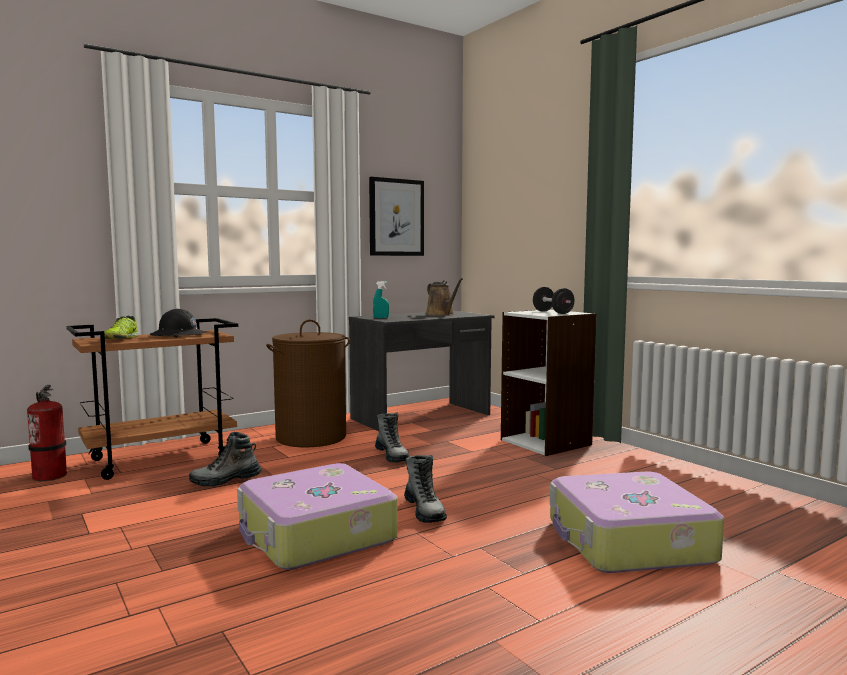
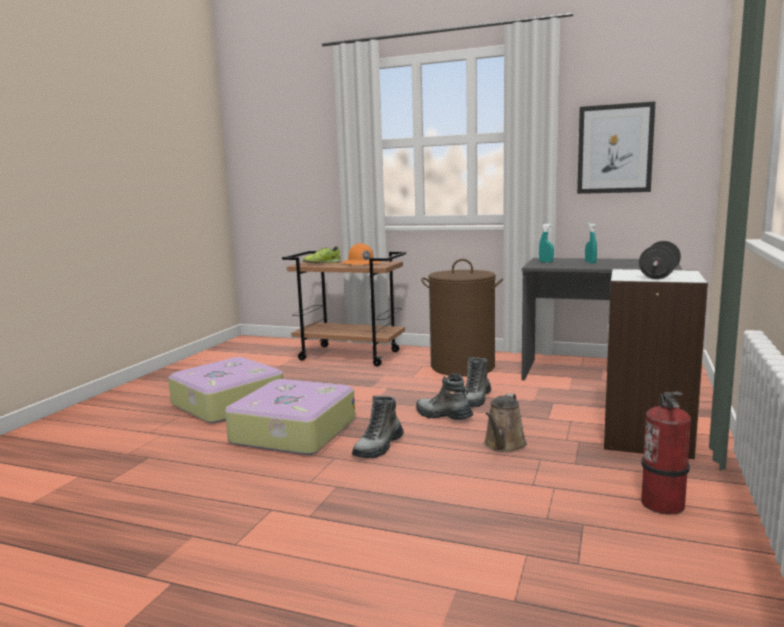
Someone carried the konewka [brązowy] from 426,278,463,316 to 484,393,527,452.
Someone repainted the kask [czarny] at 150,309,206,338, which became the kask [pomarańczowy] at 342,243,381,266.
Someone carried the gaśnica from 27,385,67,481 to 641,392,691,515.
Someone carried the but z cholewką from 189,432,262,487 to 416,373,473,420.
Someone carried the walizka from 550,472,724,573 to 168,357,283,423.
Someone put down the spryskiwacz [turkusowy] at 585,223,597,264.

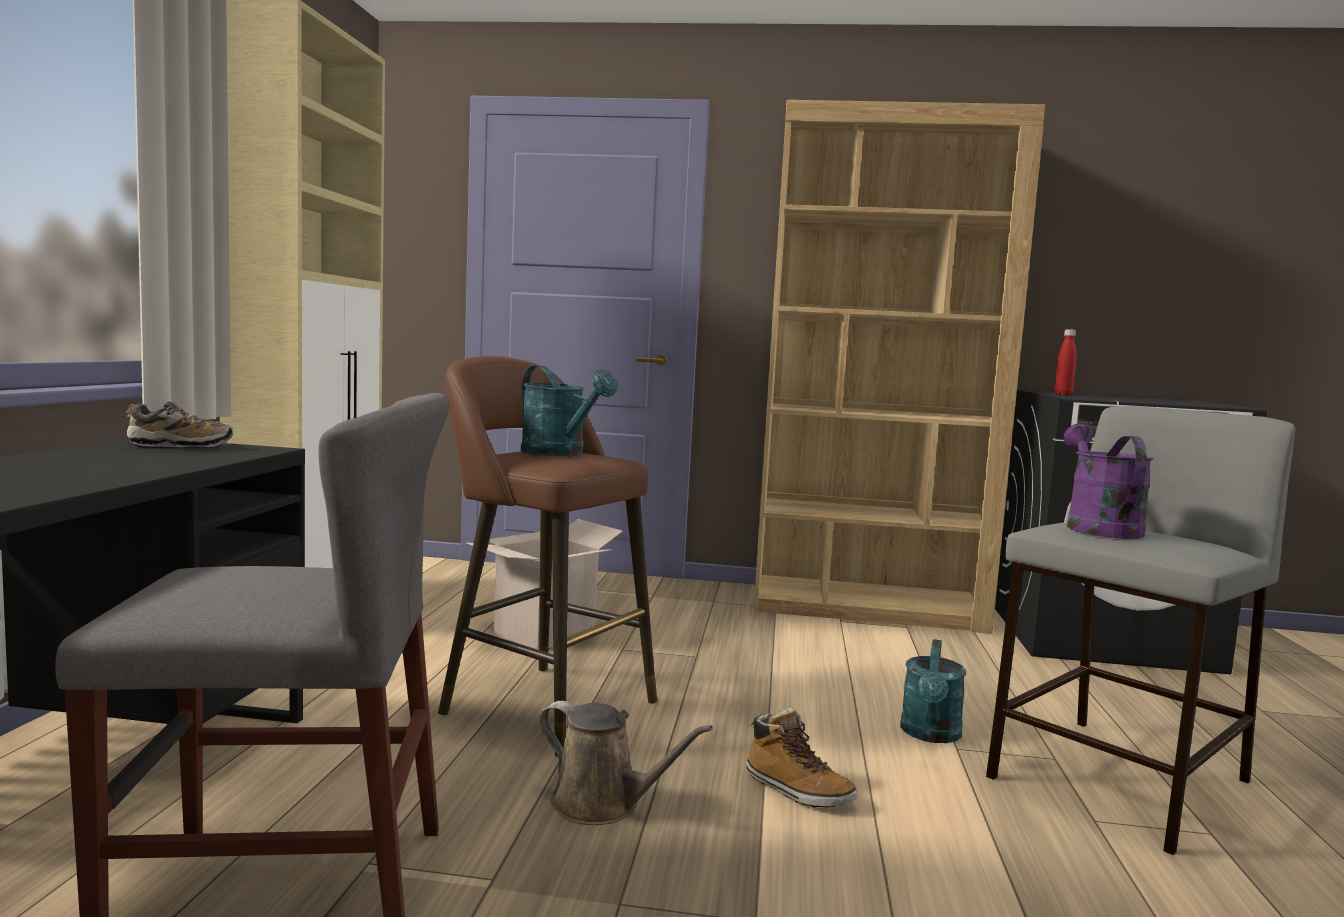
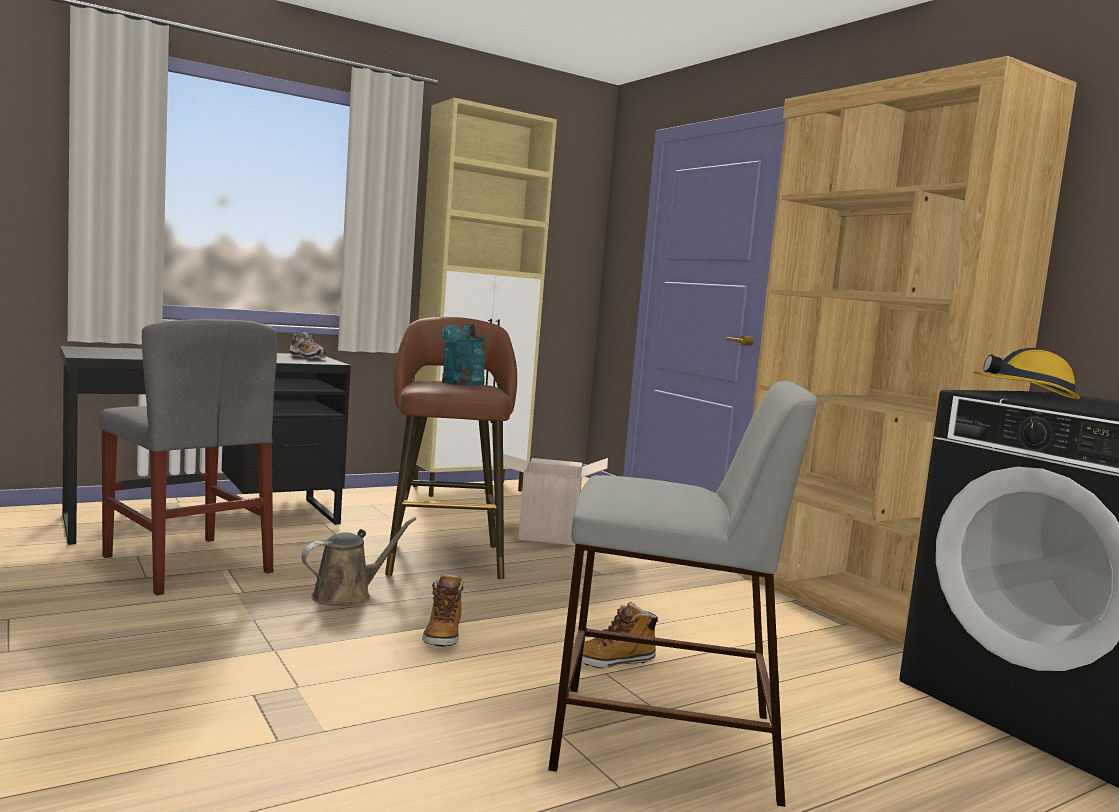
Someone swapped the butelka [czerwony] at 1055,329,1076,395 for the kask at 974,348,1080,399.
Someone took away the konewka [fioletowy] at 1064,423,1153,539.
Someone swapped the konewka [turkusowy] at 900,639,966,743 for the but z cholewką at 582,601,659,668.
Someone rotated the konewka [brązowy] at 539,701,713,825 by 120 degrees counterclockwise.

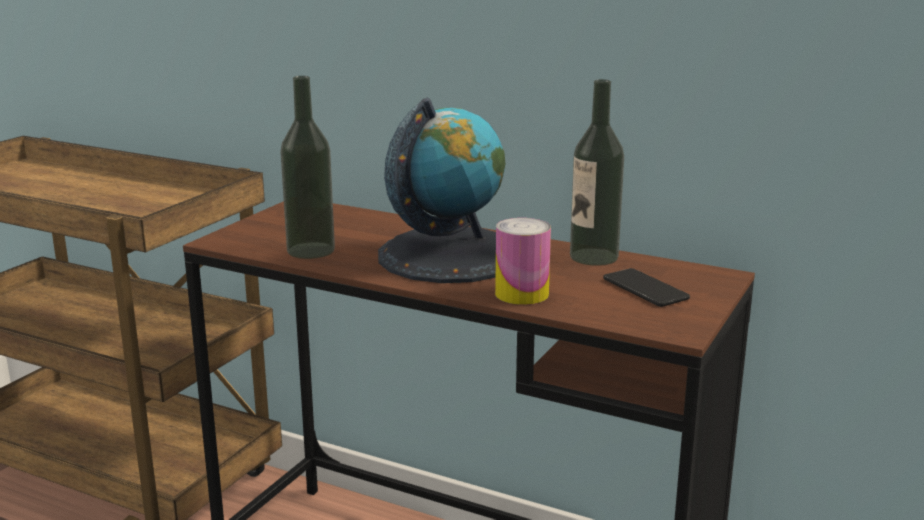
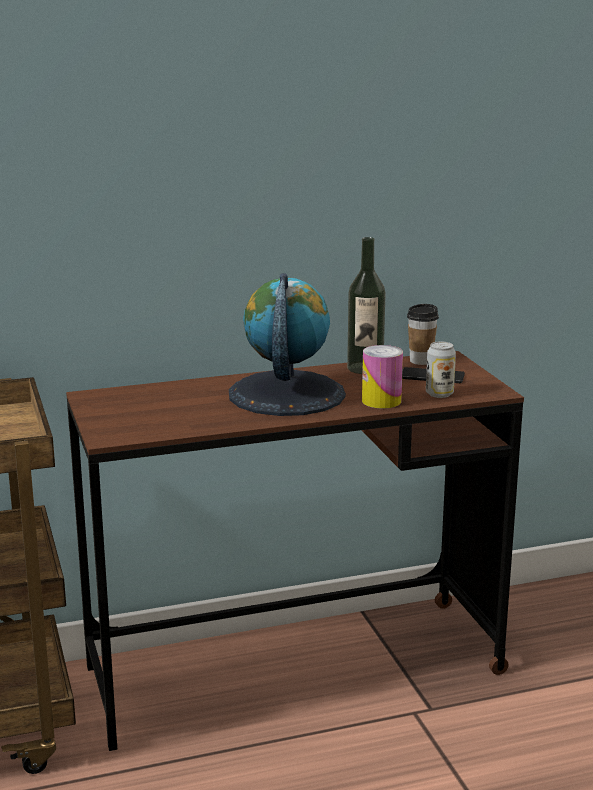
Someone took away the butelka at 280,76,335,259.
Someone put down the filiżanka at 407,304,439,365.
Someone put down the puszka at 426,341,456,398.

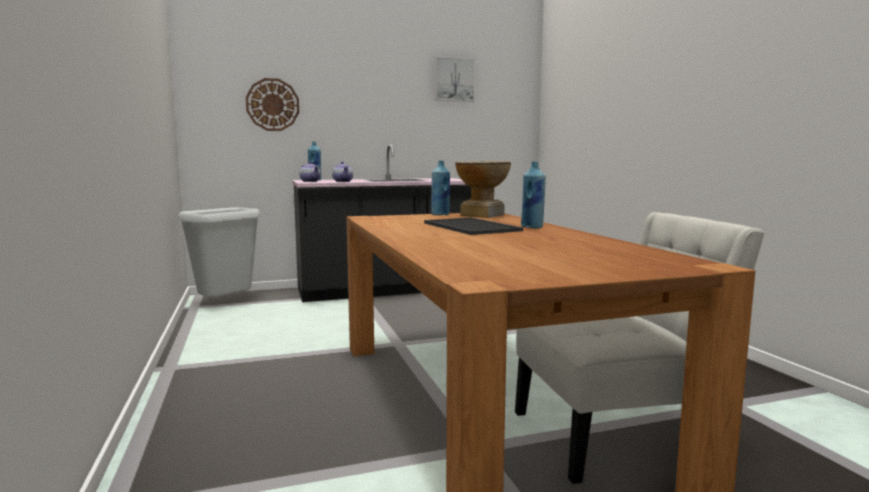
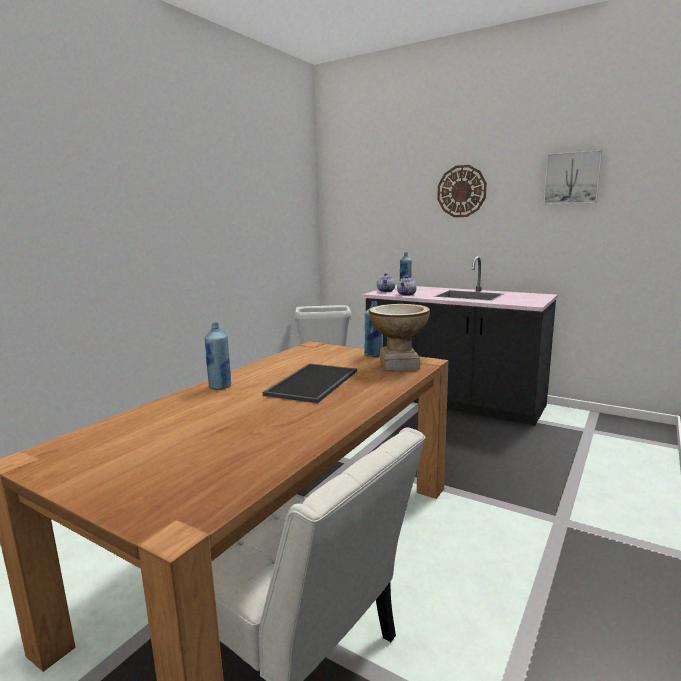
Someone carried the zegar ścienny from 246,78,299,131 to 437,165,487,217.
Someone carried the butelka [niebieski] from 521,162,546,228 to 205,322,231,390.

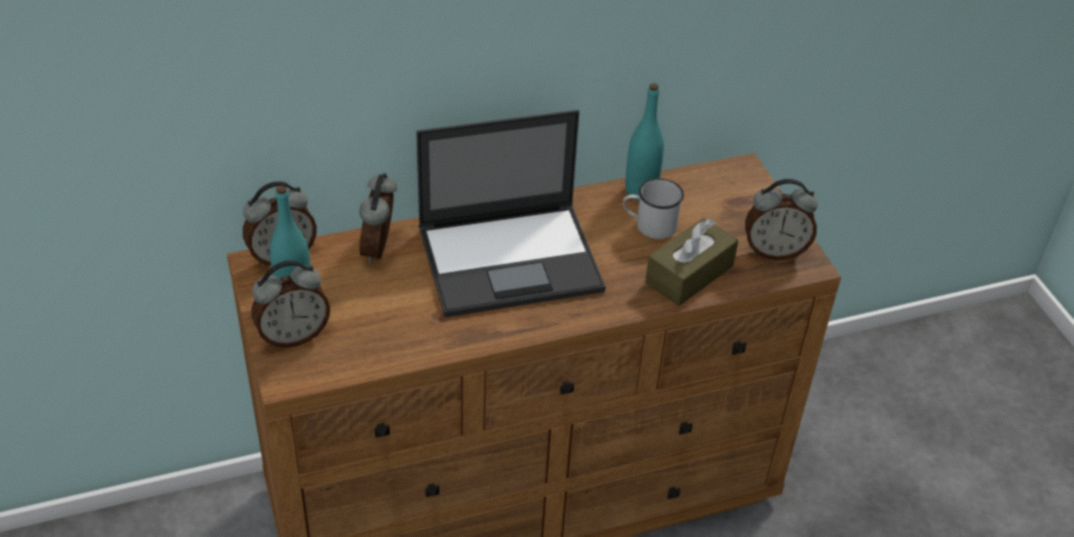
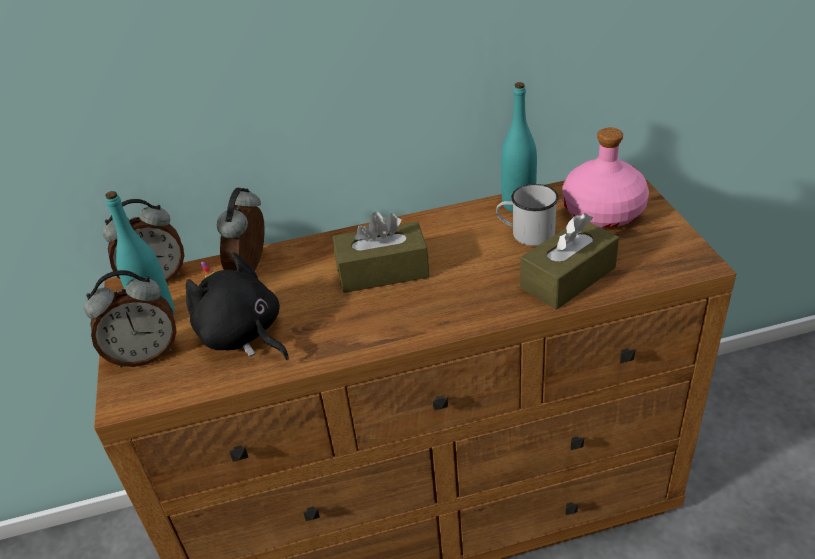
Someone swapped the laptop at 416,110,606,317 for the pudełko chusteczek [brązowy] at 333,212,430,293.
Someone took away the budzik at 745,179,818,260.
Someone put down the butelka [różowy] at 562,127,649,227.
Someone put down the pluszak [czarny] at 186,252,289,360.

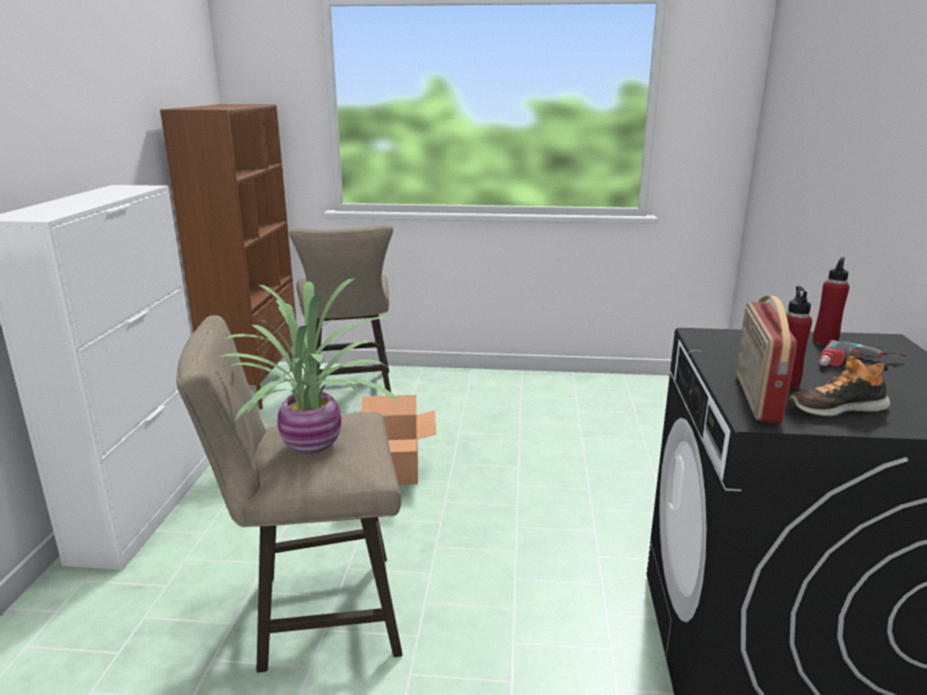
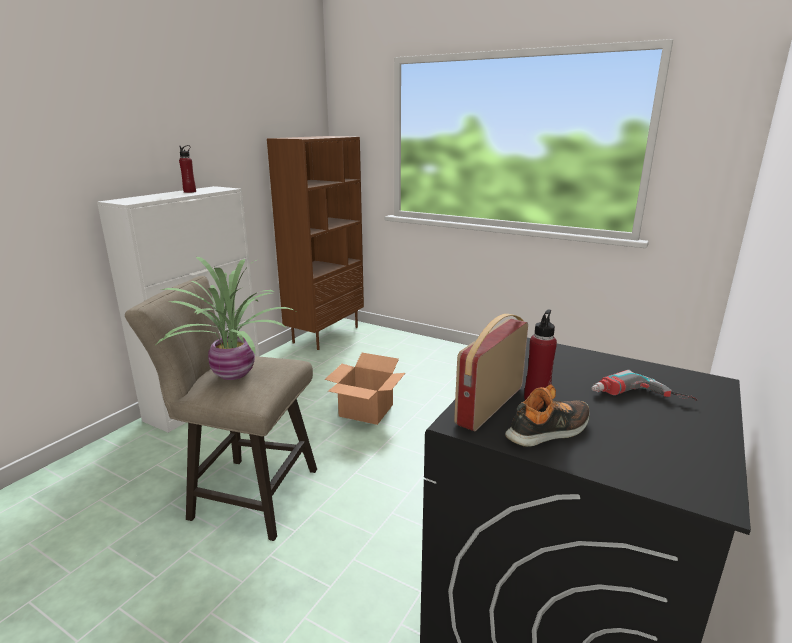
Someone took away the stołek [beżowy] at 289,224,393,396.
Someone carried the butelka [czerwony] from 813,257,849,346 to 179,145,196,193.
Someone rotated the but at 789,356,891,417 by 135 degrees clockwise.

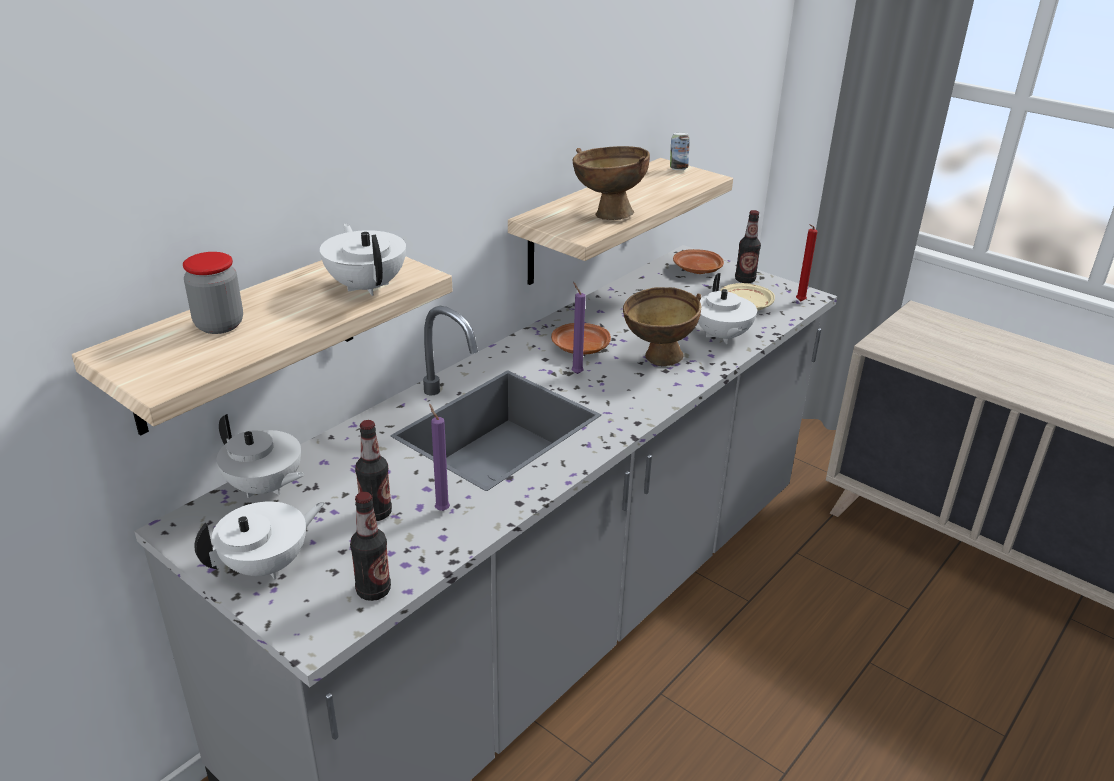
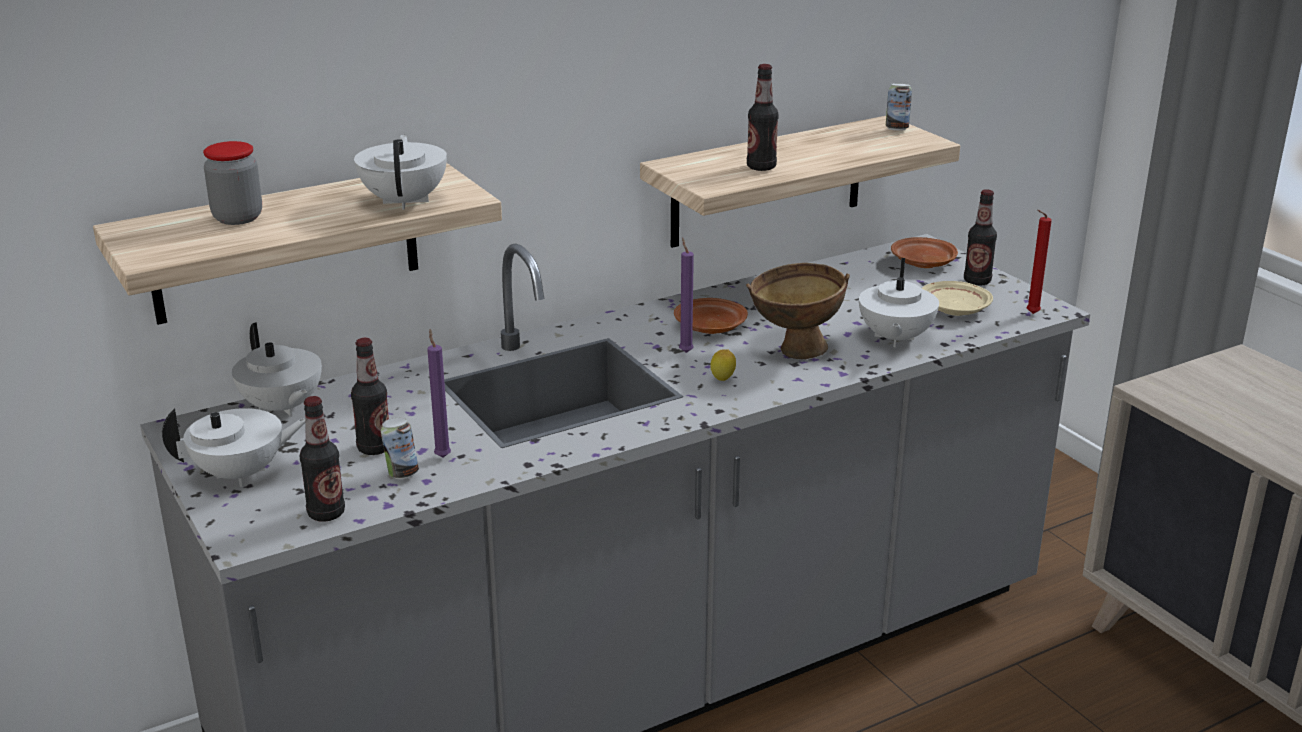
Someone swapped the miska [brązowy] at 573,146,650,220 for the butelka at 747,64,779,171.
Someone put down the cytryna at 710,349,736,381.
Someone put down the puszka at 381,417,419,479.

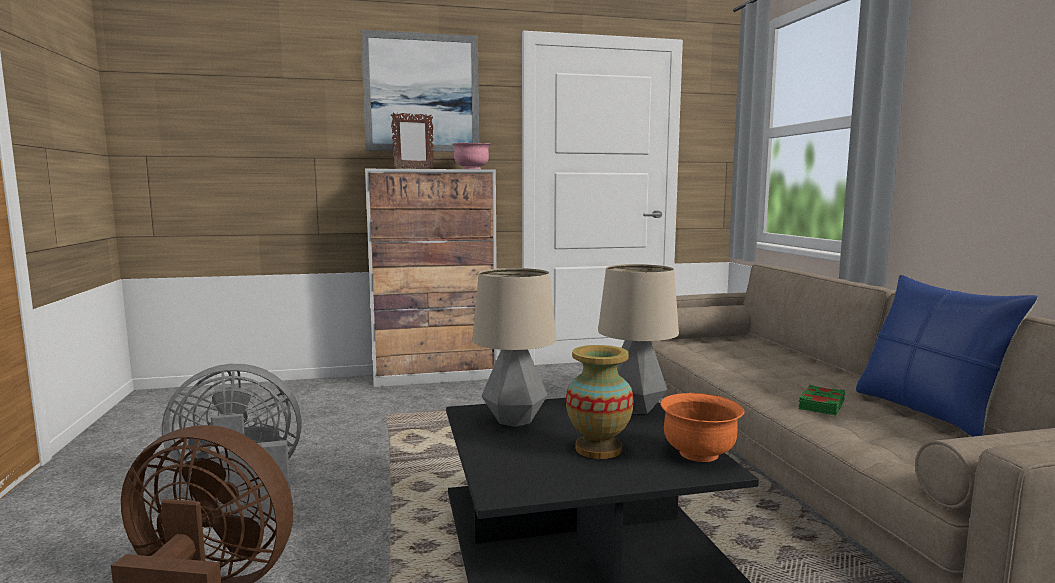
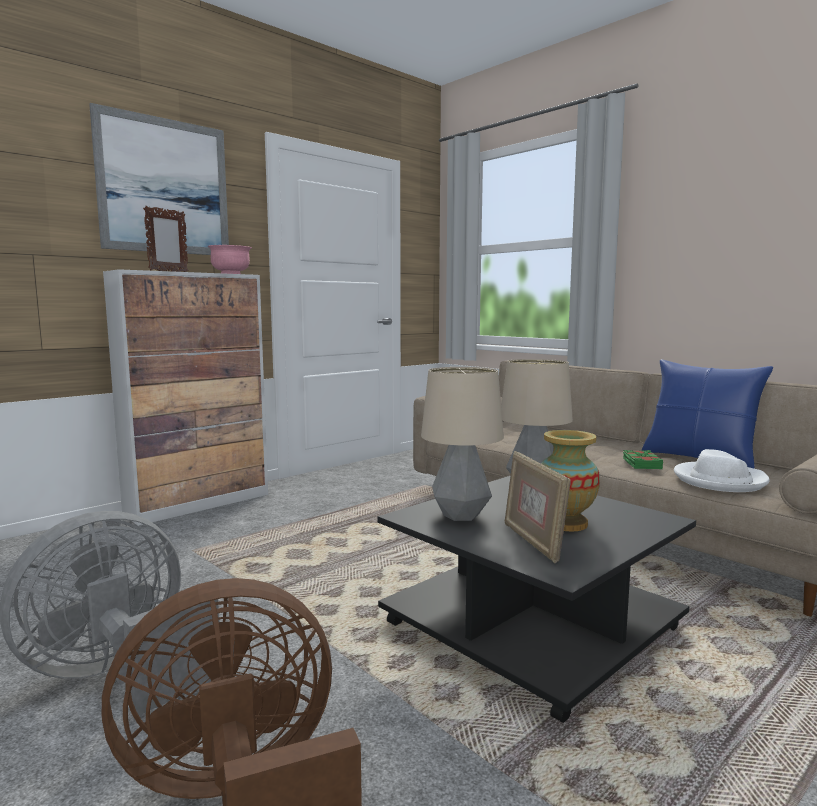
Someone took away the miska [pomarańczowy] at 660,393,745,462.
Someone put down the kapelusz [biały] at 674,449,770,492.
Someone put down the ramka na zdjęcie at 505,451,571,563.

